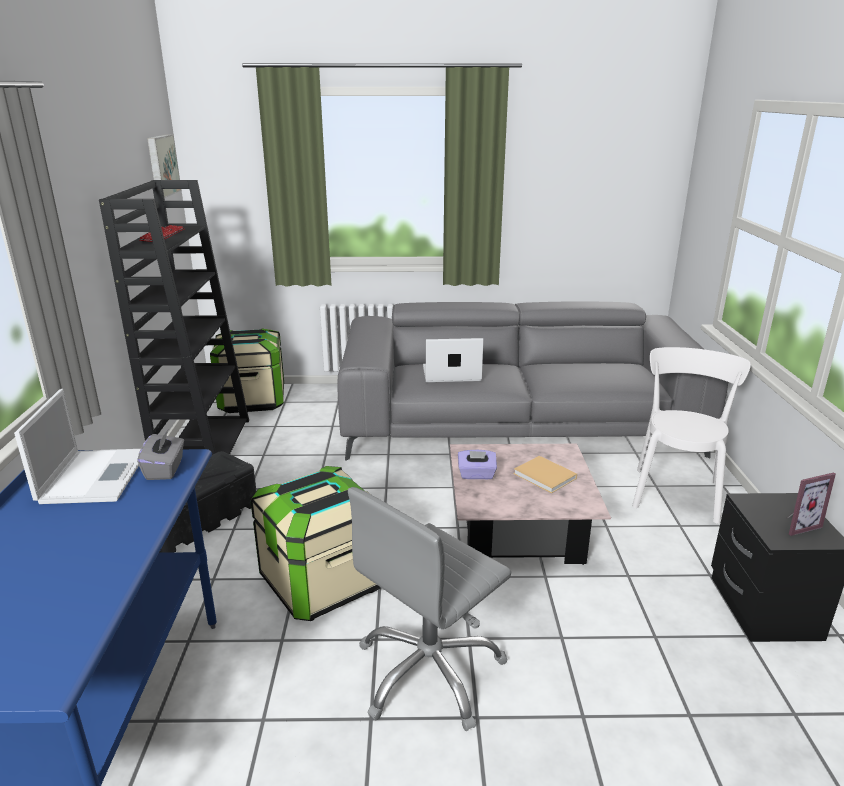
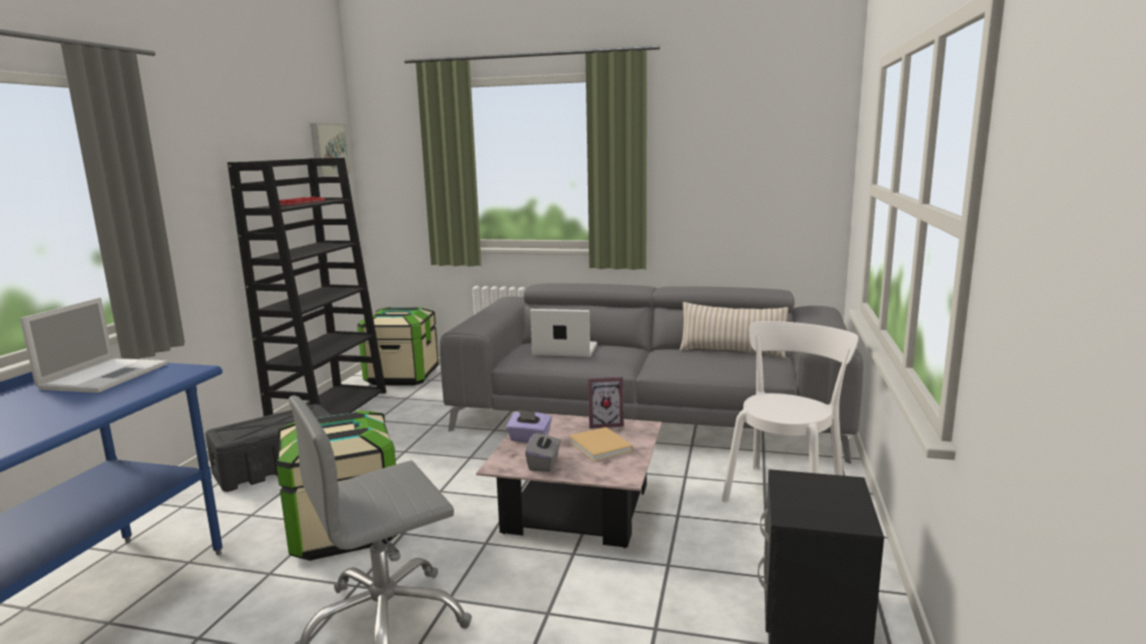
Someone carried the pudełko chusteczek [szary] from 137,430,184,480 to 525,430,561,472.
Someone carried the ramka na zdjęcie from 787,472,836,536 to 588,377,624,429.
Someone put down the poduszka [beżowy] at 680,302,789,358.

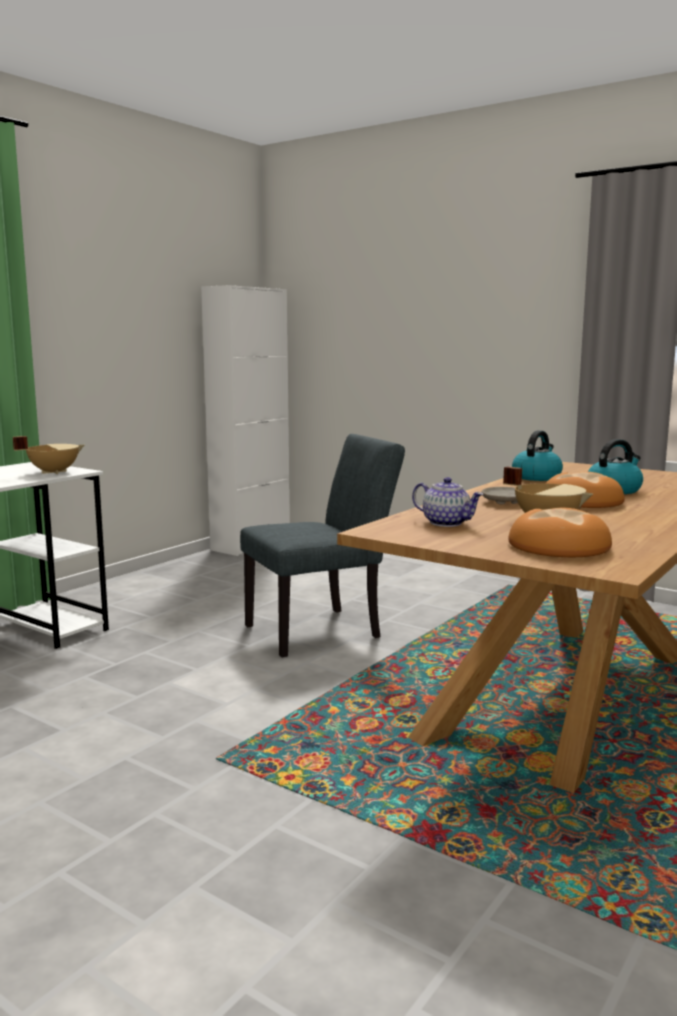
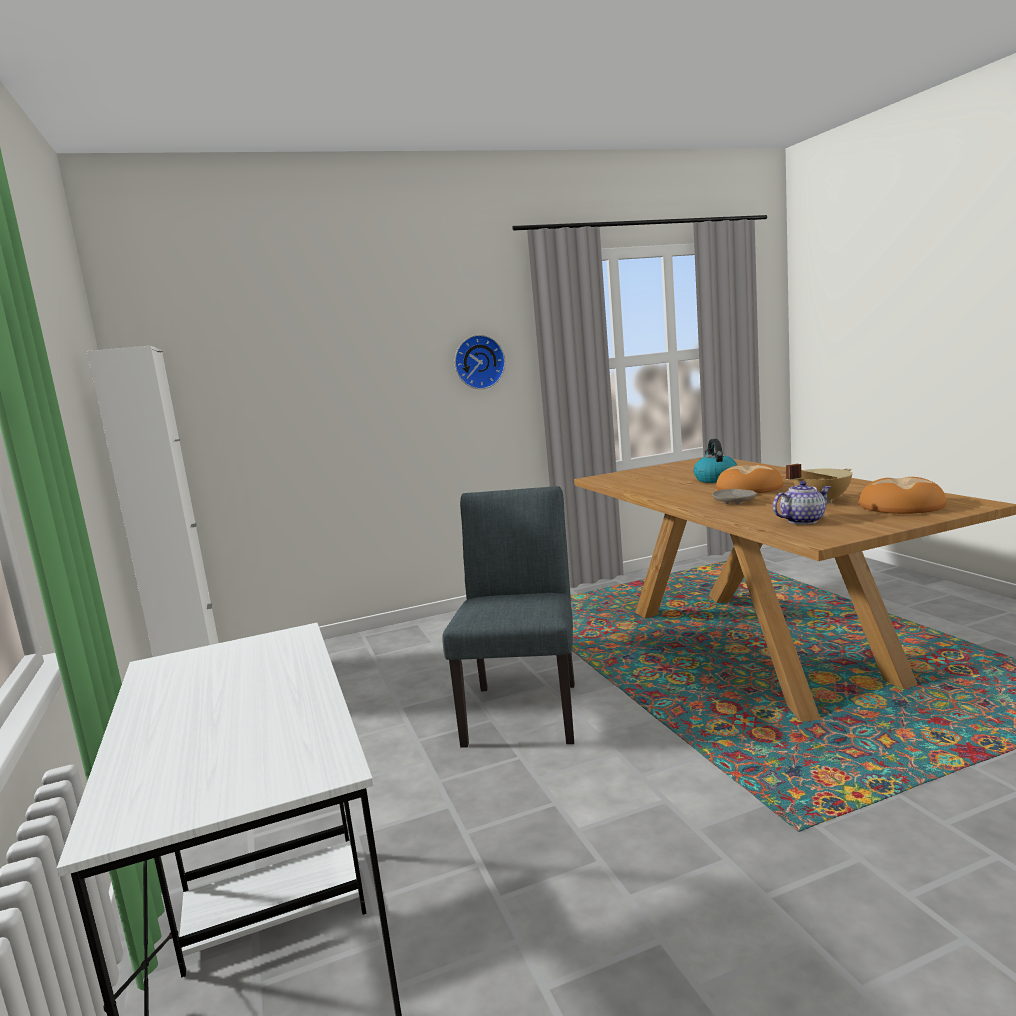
Someone took away the czajnik at 512,430,563,481.
Someone took away the garnek [beżowy] at 13,436,84,474.
Someone put up the zegar ścienny at 455,335,505,389.

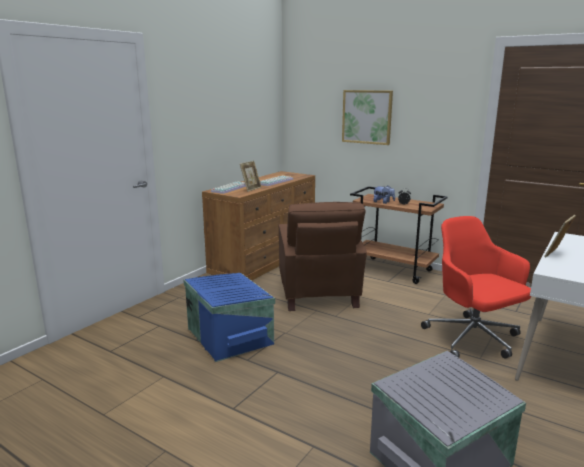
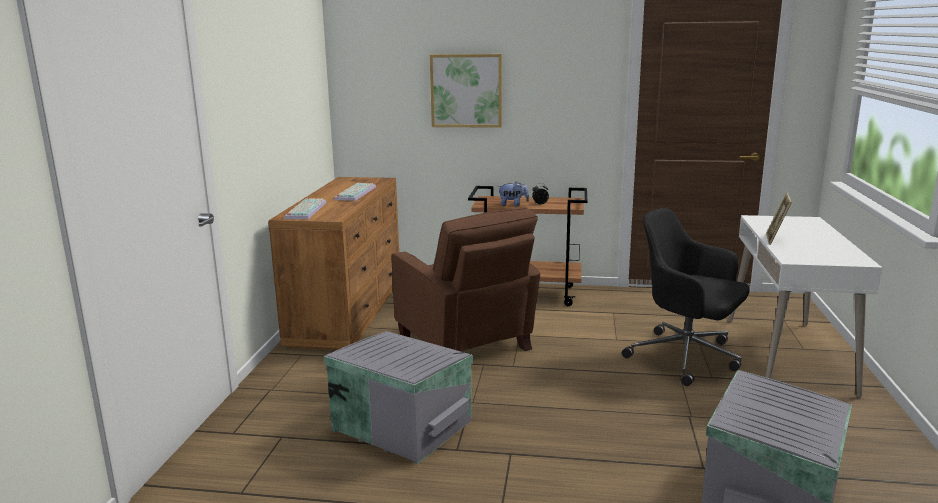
Someone took away the ramka na zdjęcie at 240,161,261,192.
Someone repainted the krzesło biurowe [czerwony] at 421,216,531,359, which became the krzesło biurowe [czarny] at 622,208,749,386.
Someone repainted the pojemnik do przechowywania [niebieski] at 183,273,275,362, which became the pojemnik do przechowywania [szary] at 324,331,473,464.

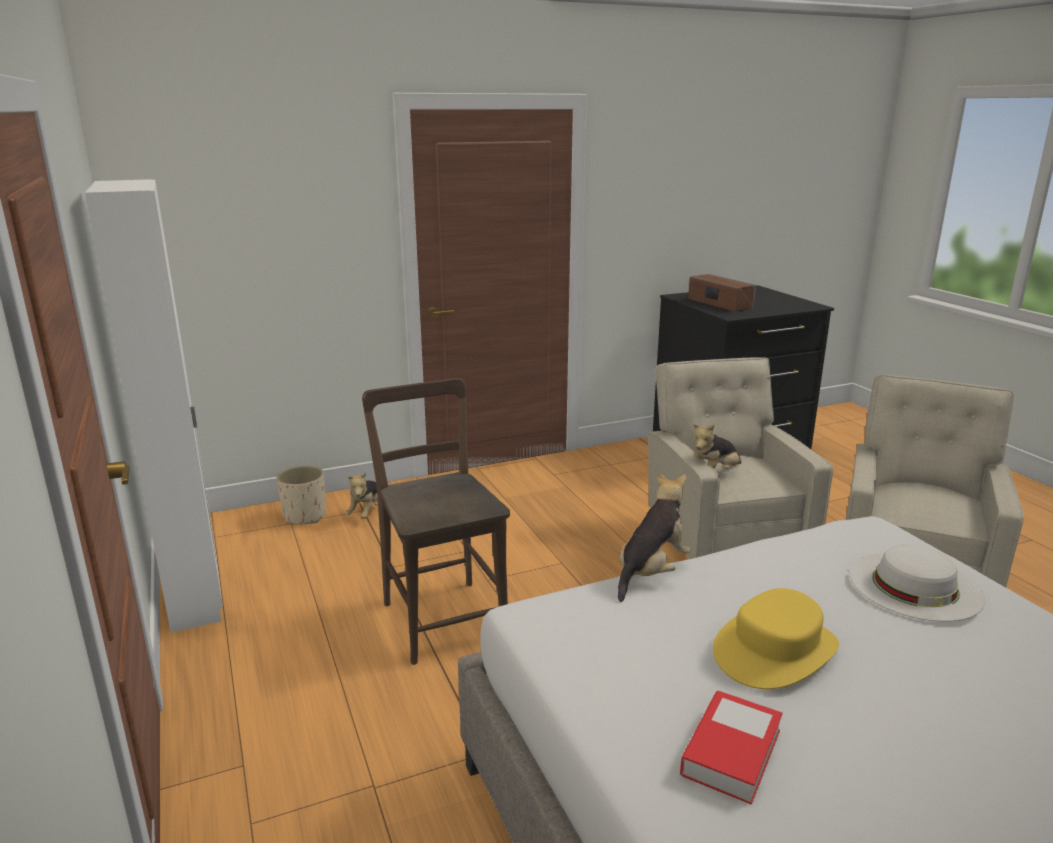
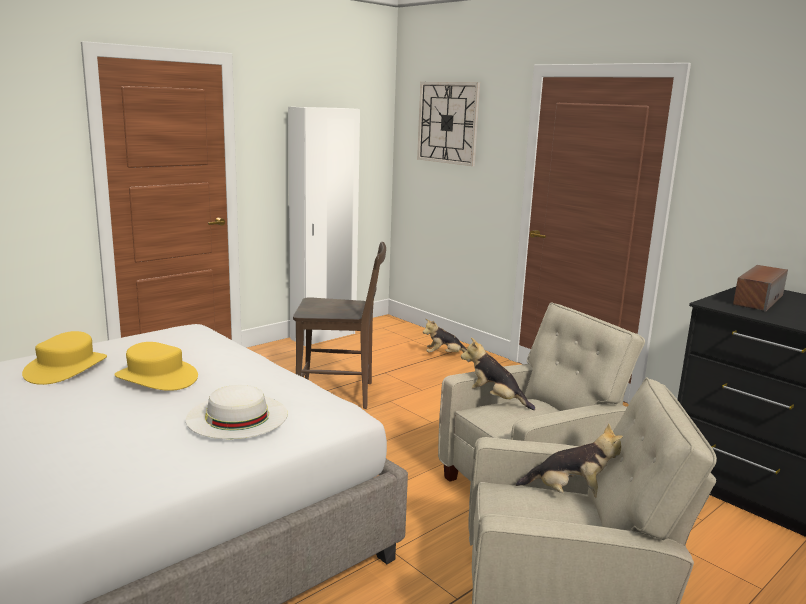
Someone rotated the krzesło [brązowy] at 362,378,510,665 by 45 degrees clockwise.
Someone took away the donica [beżowy] at 276,465,326,525.
Someone carried the pluszak from 618,472,691,602 to 516,423,623,498.
Someone swapped the książka at 680,690,783,805 for the kapelusz [żółty] at 22,331,107,385.
Someone put up the zegar ścienny at 417,82,480,166.

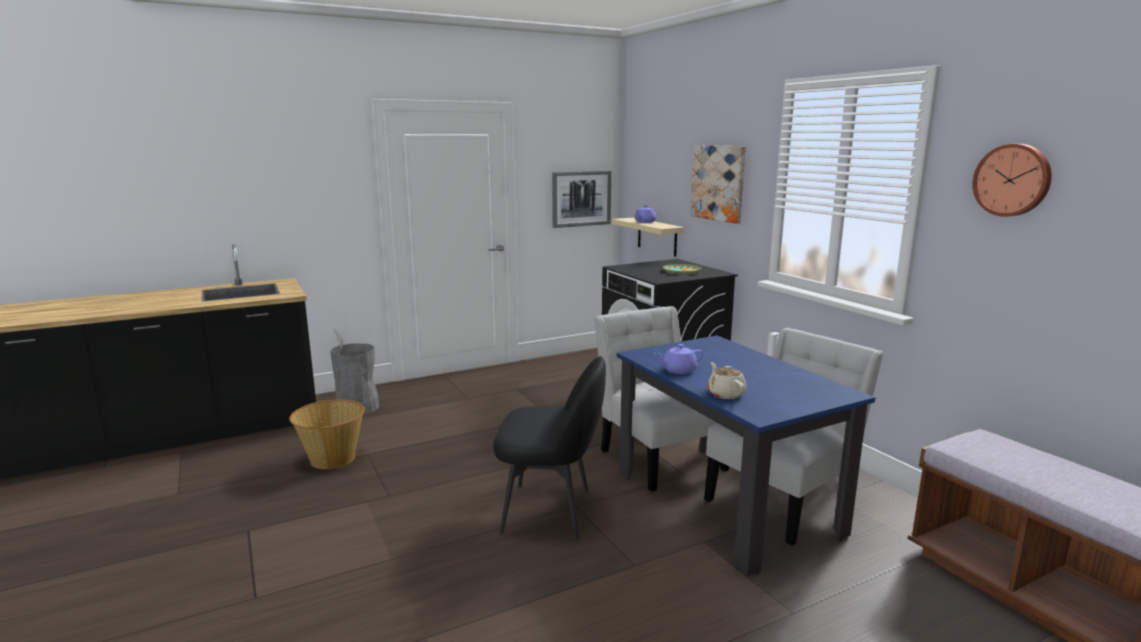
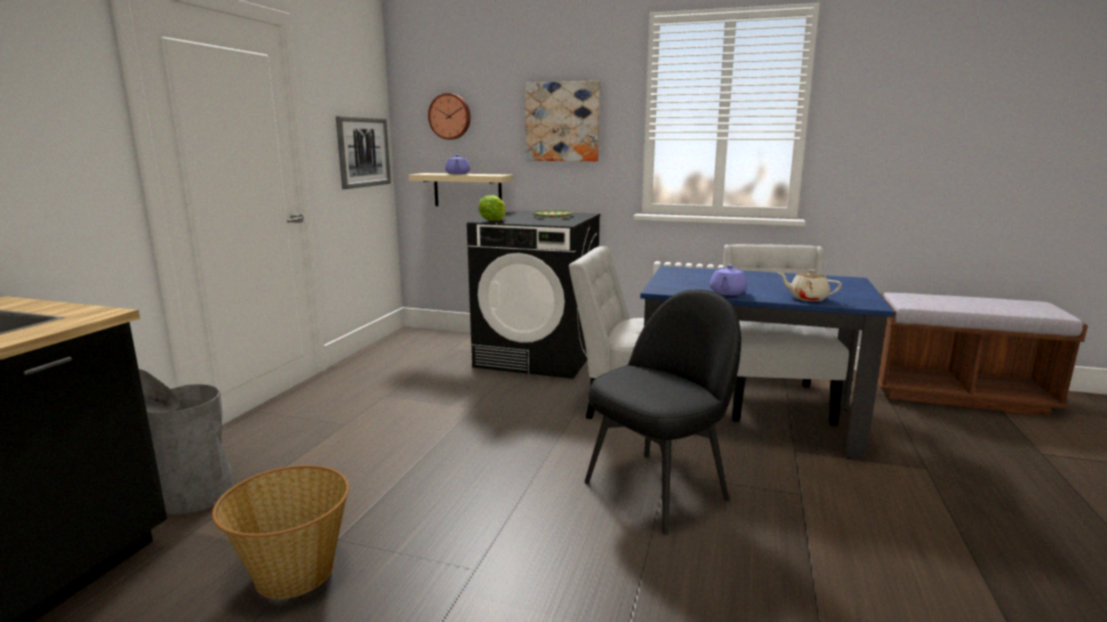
Someone carried the zegar ścienny from 972,144,1052,217 to 428,93,471,140.
Someone put down the sałata at 478,195,505,221.

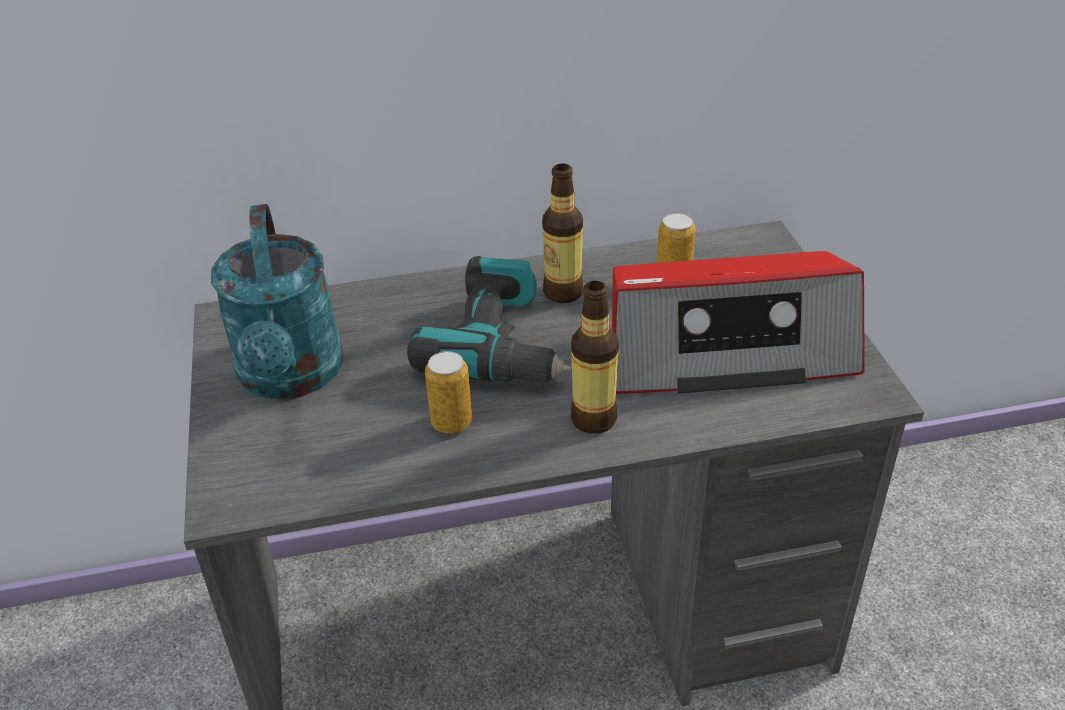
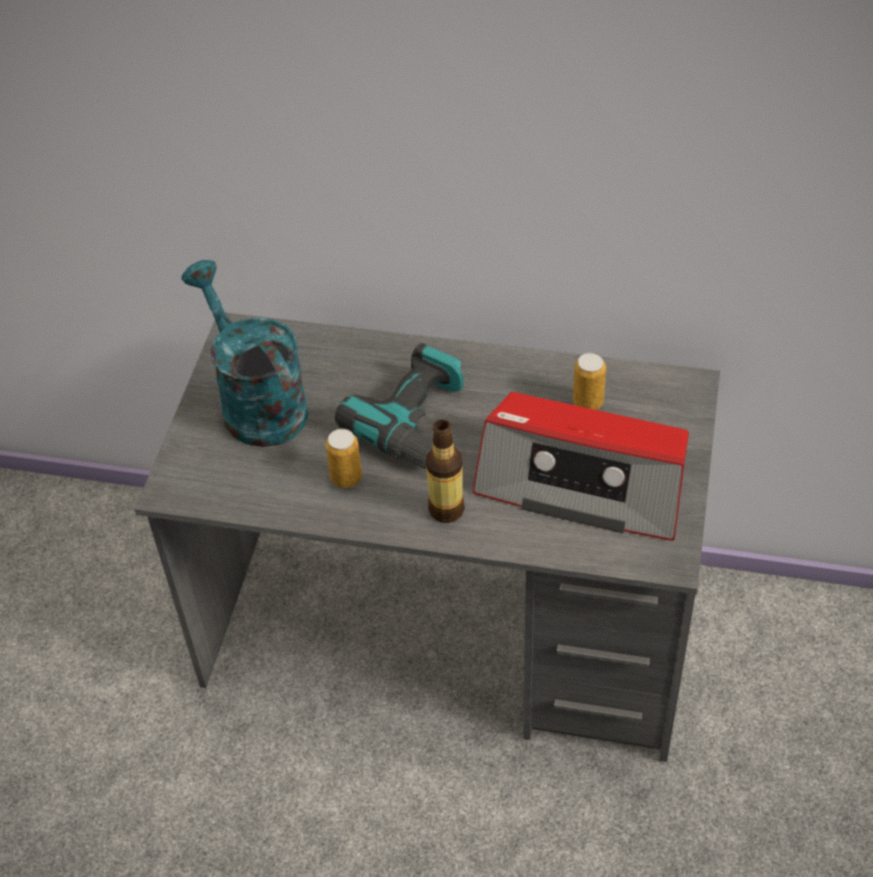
Someone took away the butelka at 542,163,583,303.
Someone rotated the konewka [turkusowy] at 211,204,343,399 by 135 degrees clockwise.

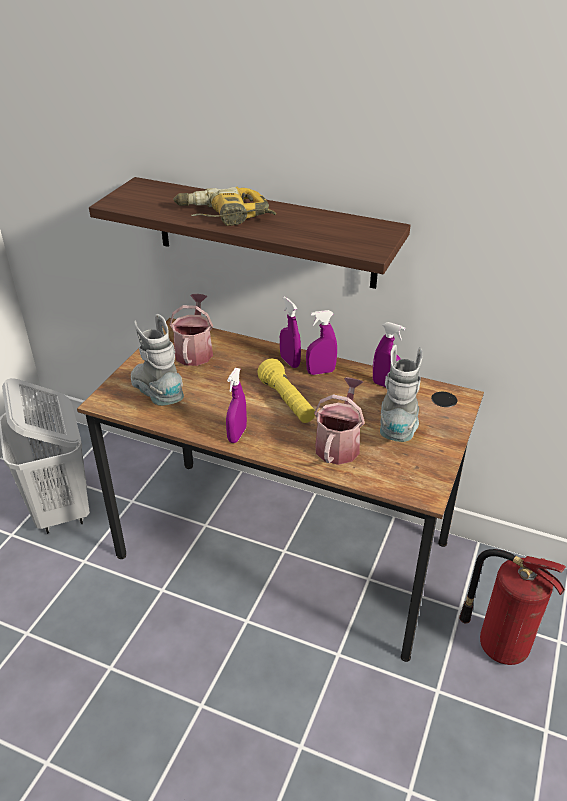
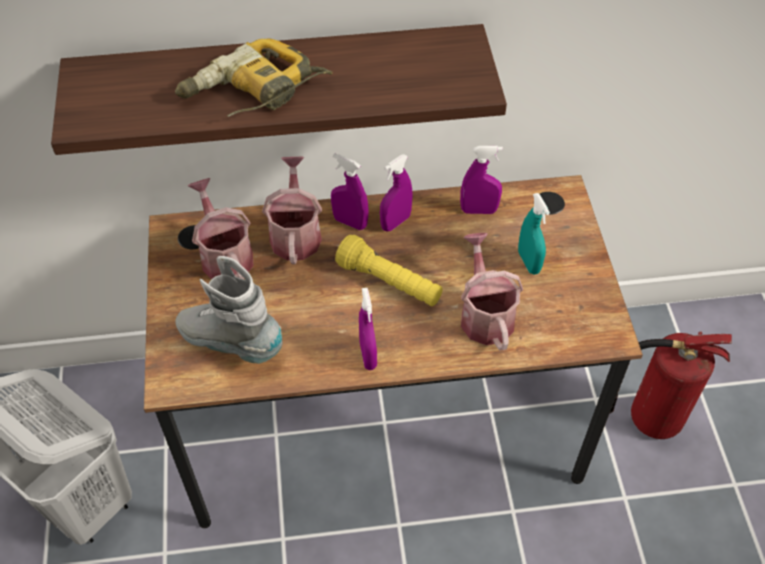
Someone swapped the but z cholewką [szary] at 380,345,423,442 for the spryskiwacz [turkusowy] at 518,193,550,275.
Someone put down the konewka at 262,157,322,264.

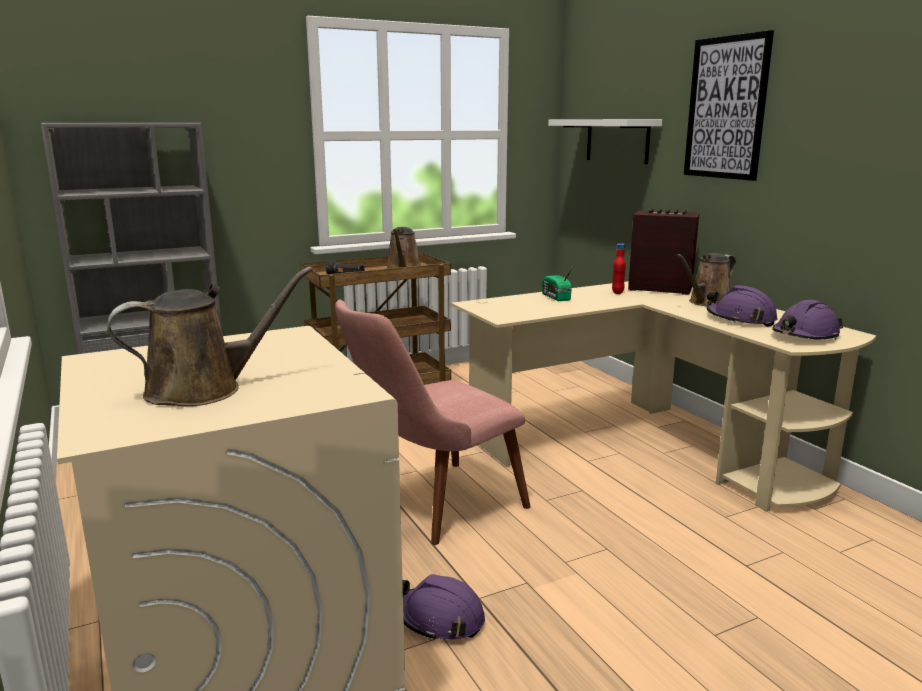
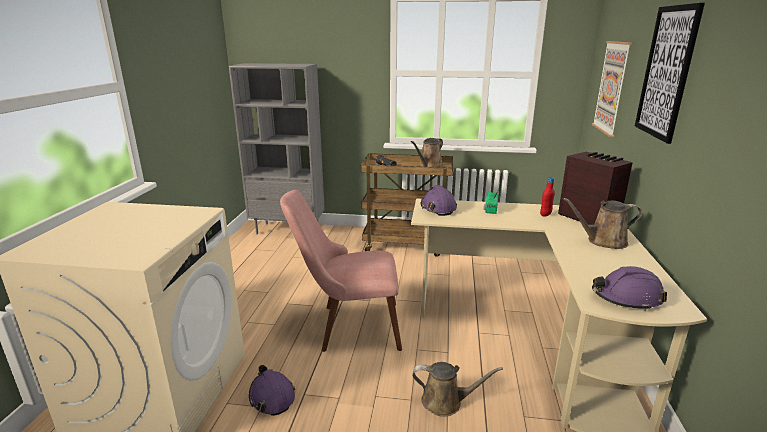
Someone swapped the półka [biały] at 548,119,662,164 for the obraz at 592,41,632,137.
Someone carried the konewka [brązowy] from 107,267,313,406 to 412,362,503,417.
Someone carried the kask [fioletowy] from 707,285,778,327 to 421,185,457,216.

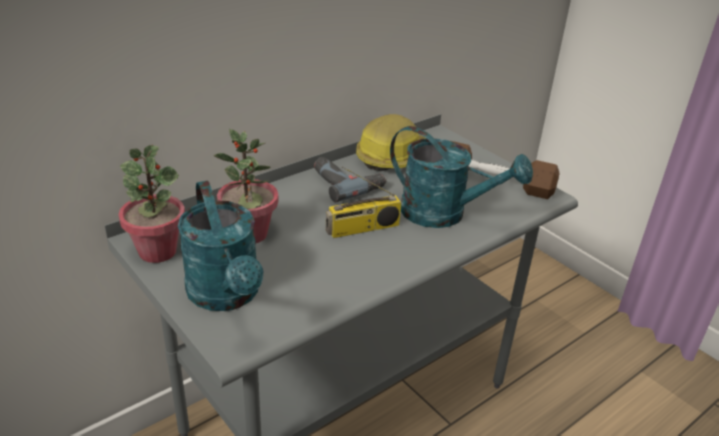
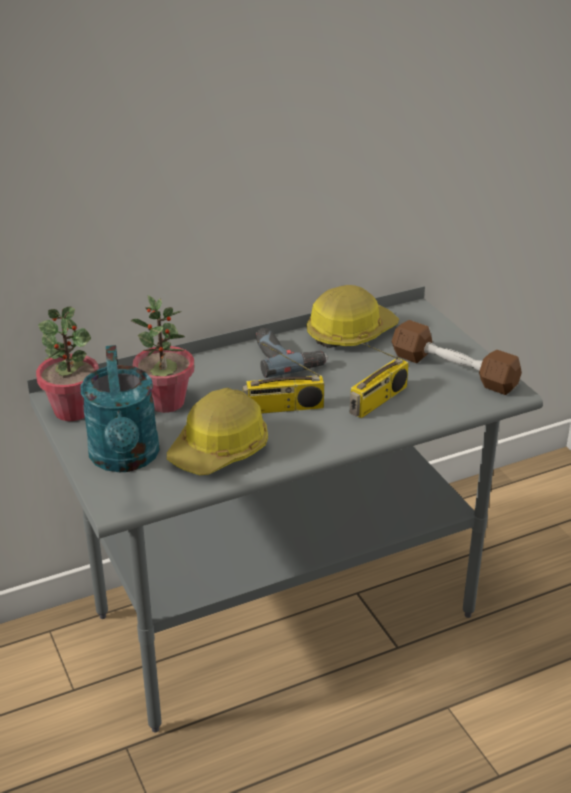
Someone swapped the konewka [turkusowy] at 390,126,533,228 for the radio at 350,343,409,418.
Someone put down the kask at 167,388,268,475.

